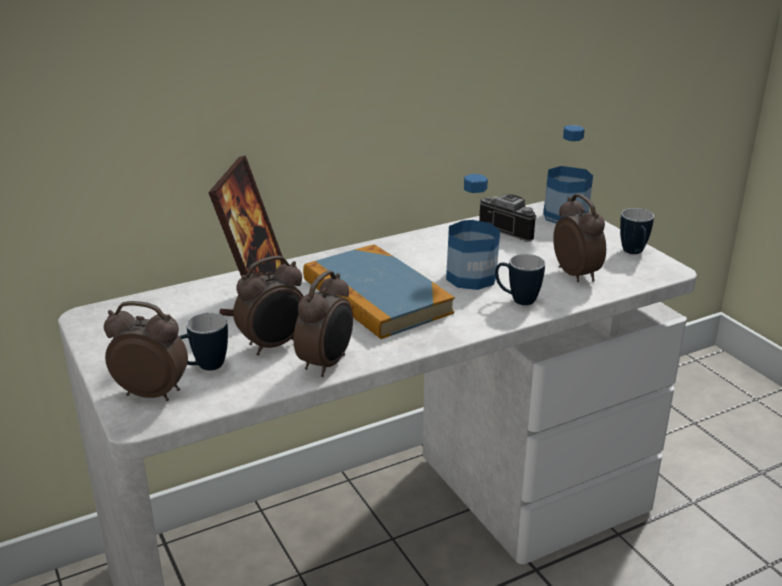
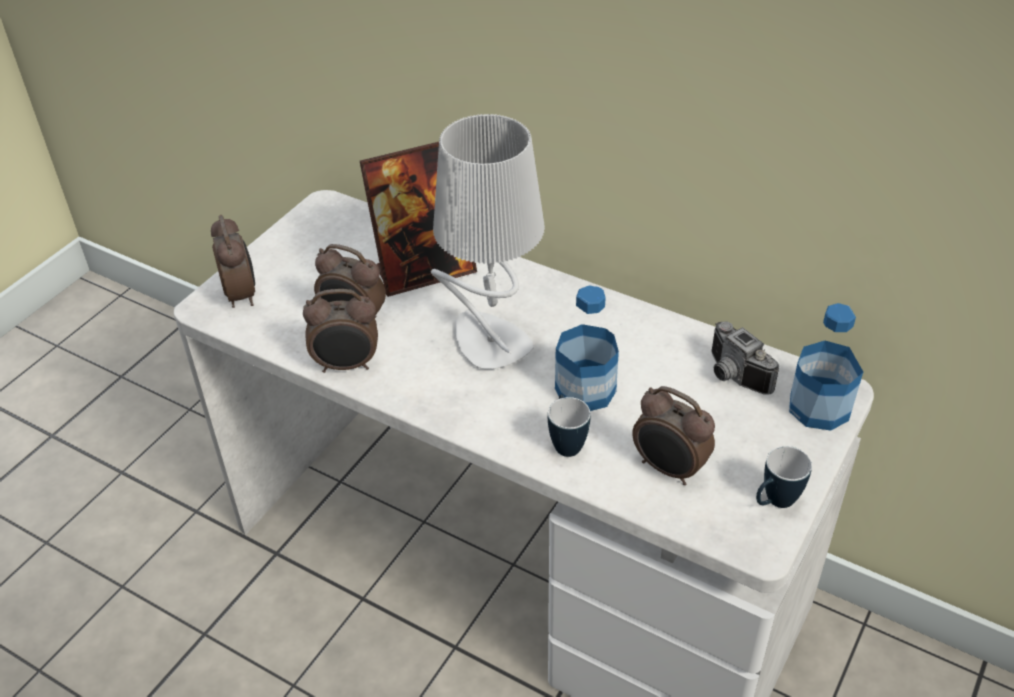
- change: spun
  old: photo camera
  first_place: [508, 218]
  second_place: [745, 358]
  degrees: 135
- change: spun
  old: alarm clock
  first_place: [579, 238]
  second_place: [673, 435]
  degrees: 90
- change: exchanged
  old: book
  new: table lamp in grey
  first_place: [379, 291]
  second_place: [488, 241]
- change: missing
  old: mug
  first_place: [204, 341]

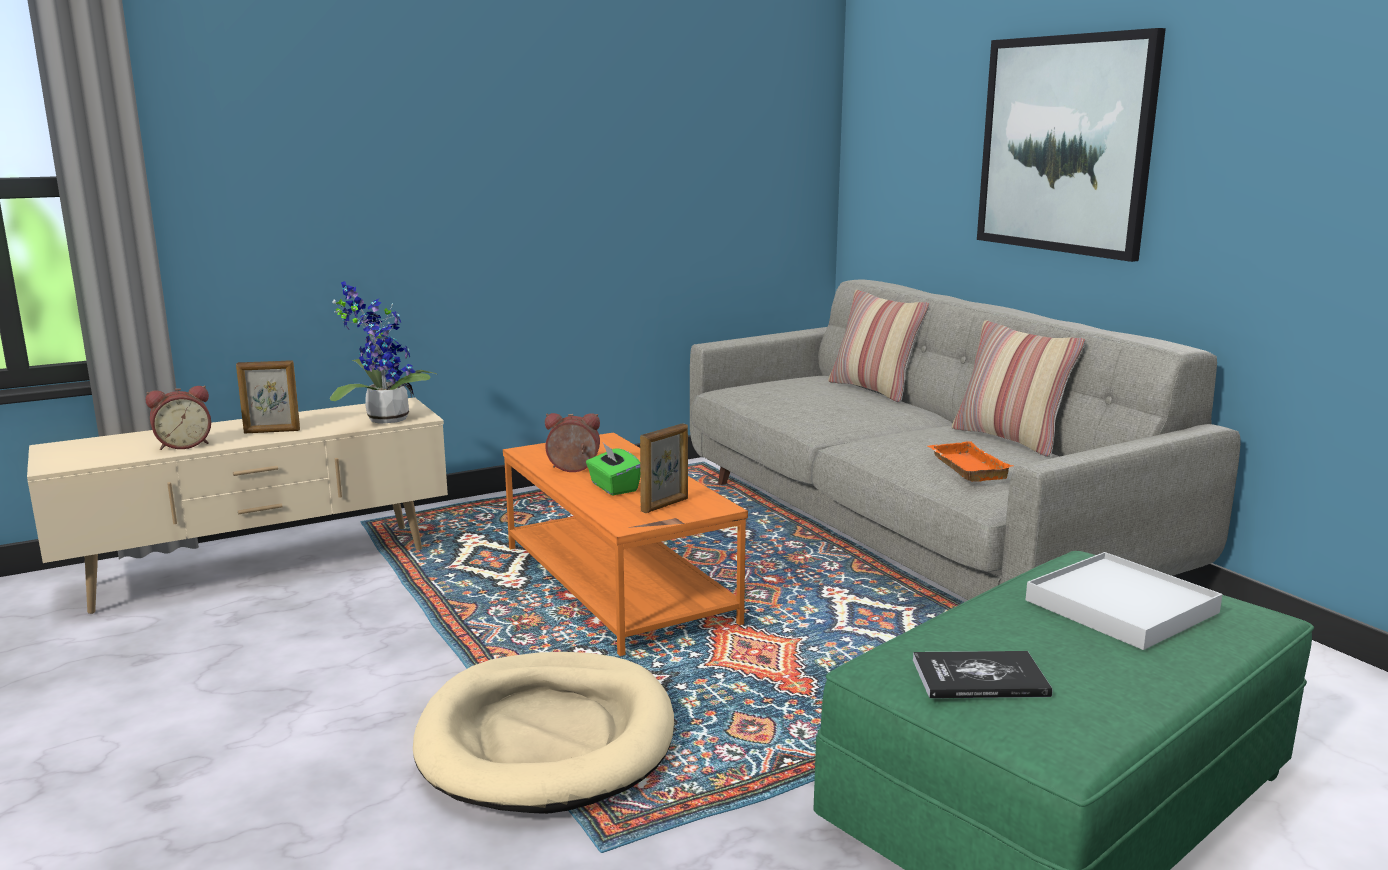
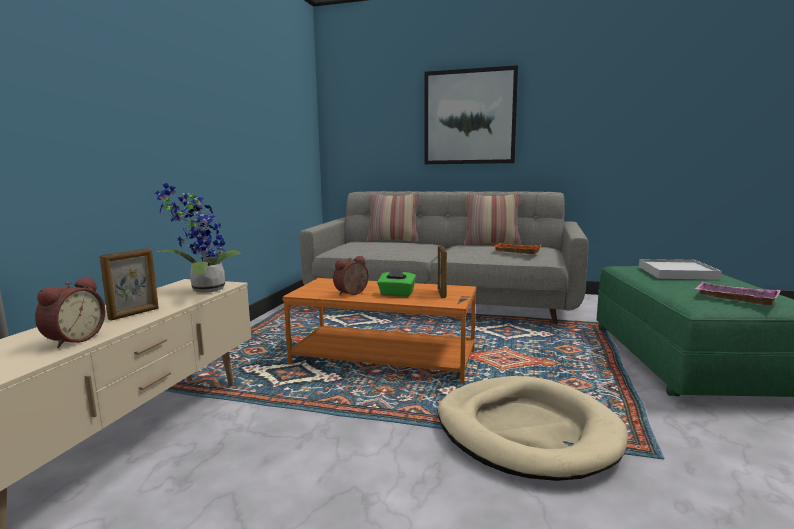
- change: exchanged
  old: book
  new: tray in pink
  first_place: [982, 674]
  second_place: [738, 294]

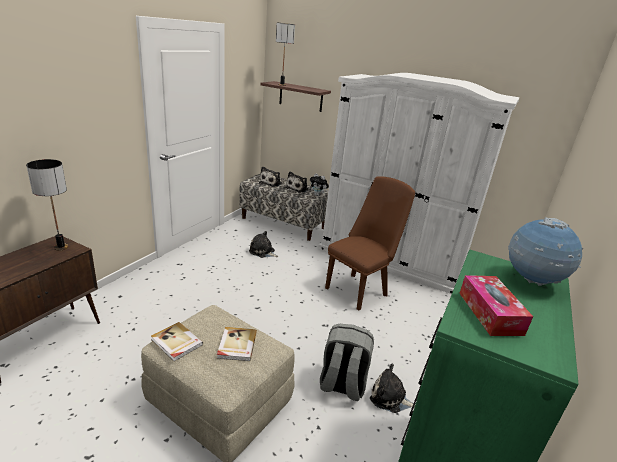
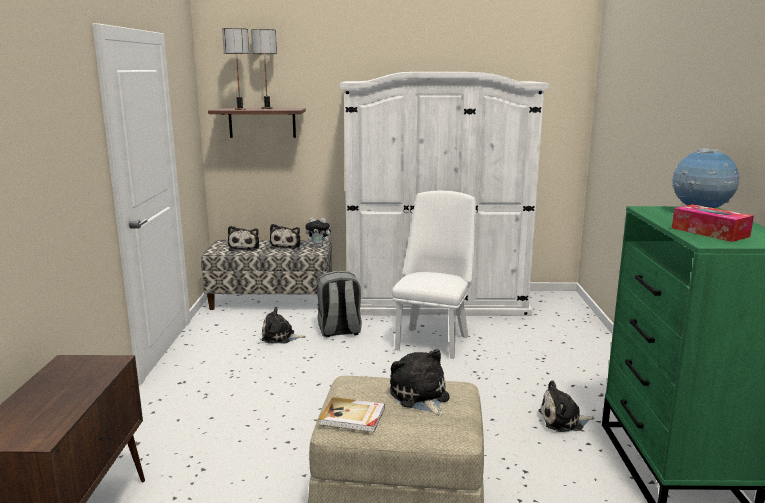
- change: relocated
  old: table lamp
  first_place: [47, 205]
  second_place: [264, 69]
- change: colour
  old: chair in brown
  new: chair in white
  first_place: [370, 243]
  second_place: [434, 275]
- change: relocated
  old: backpack in grey
  first_place: [347, 362]
  second_place: [339, 304]
- change: exchanged
  old: book
  new: plush toy
  first_place: [237, 344]
  second_place: [420, 382]

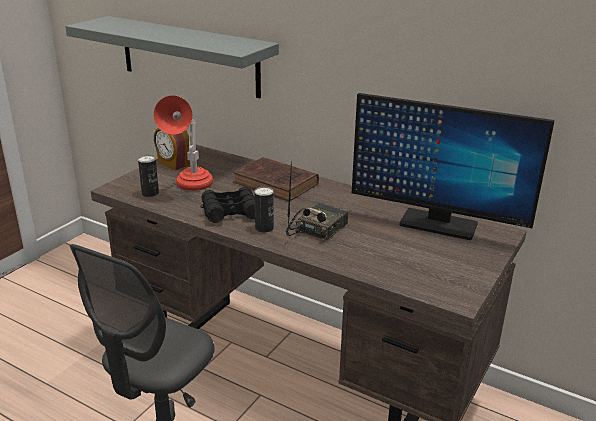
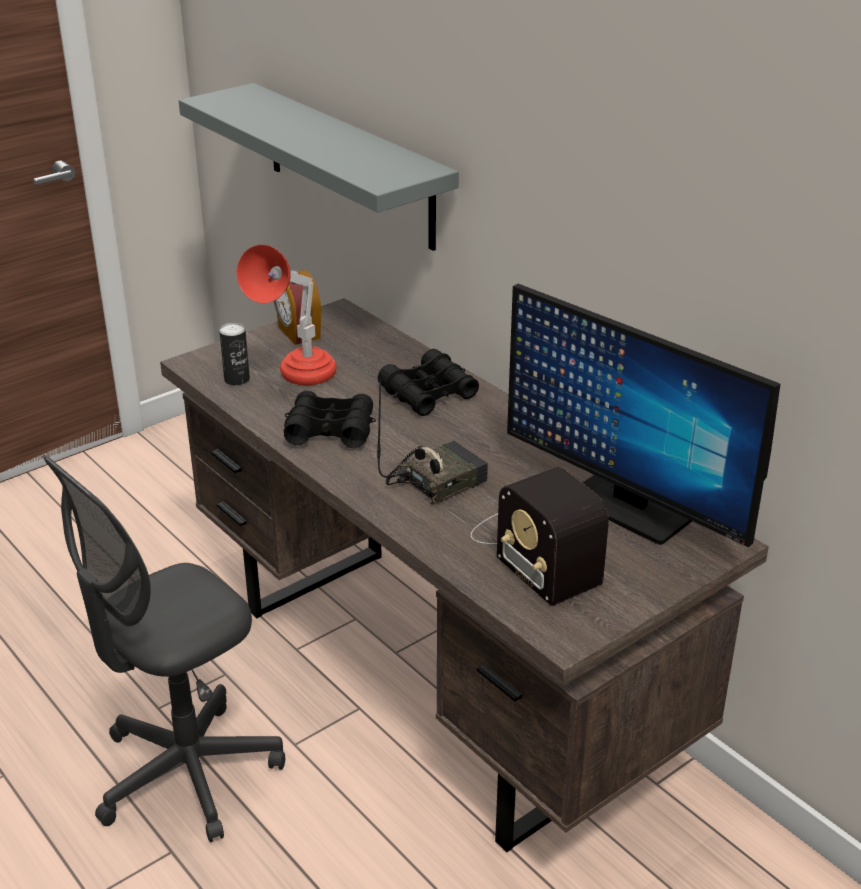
- change: exchanged
  old: book in brown
  new: binoculars in black
  first_place: [276, 179]
  second_place: [428, 382]
- change: missing
  old: can
  first_place: [264, 209]
- change: appeared
  new: radio
  second_place: [539, 536]

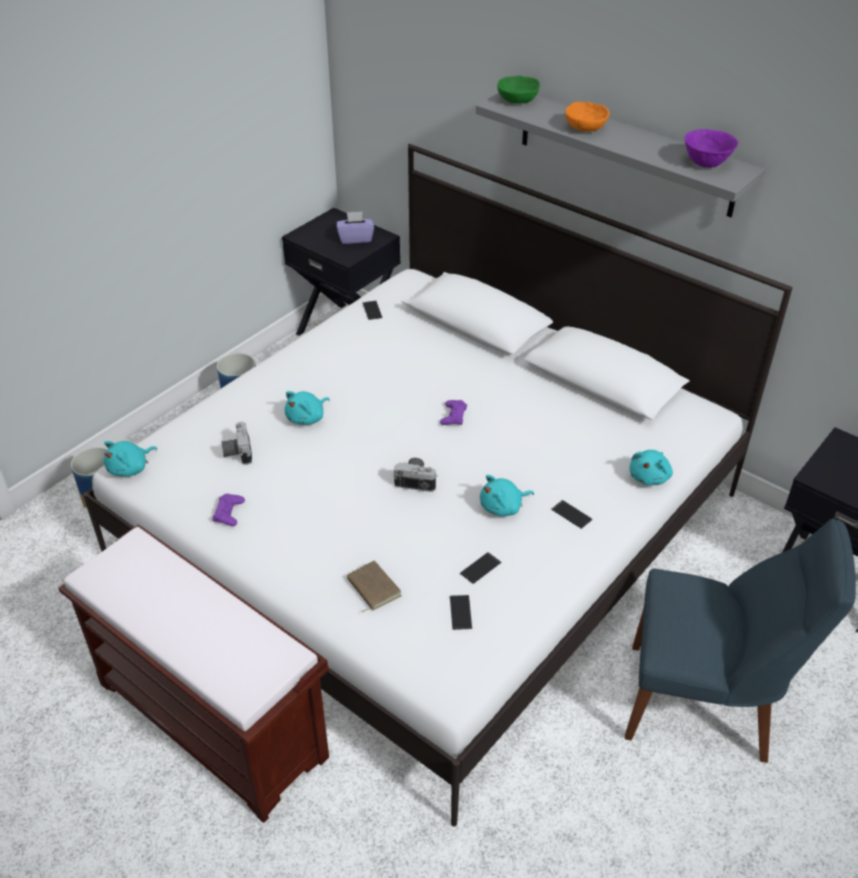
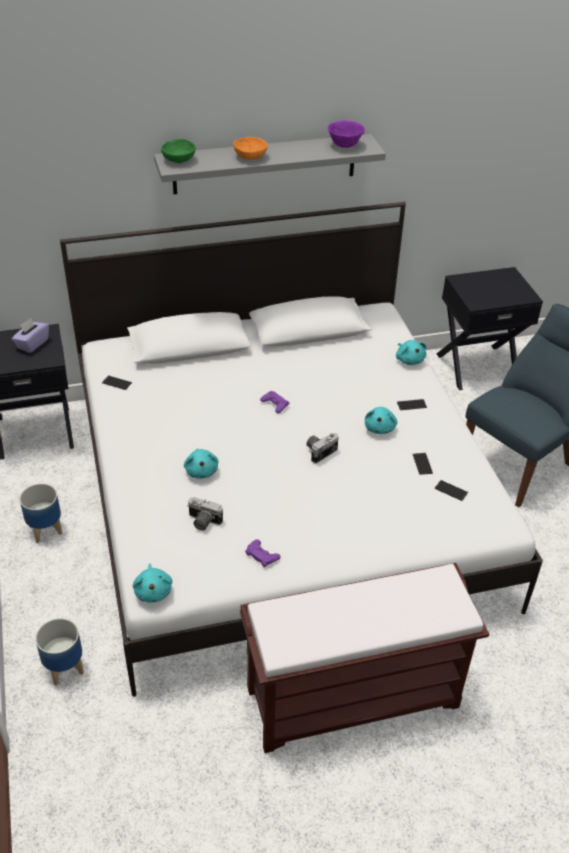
- change: missing
  old: book in brown
  first_place: [374, 587]

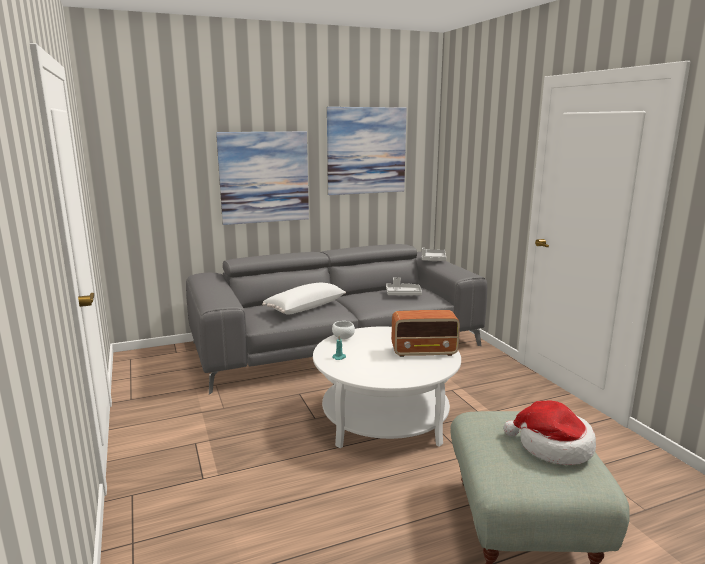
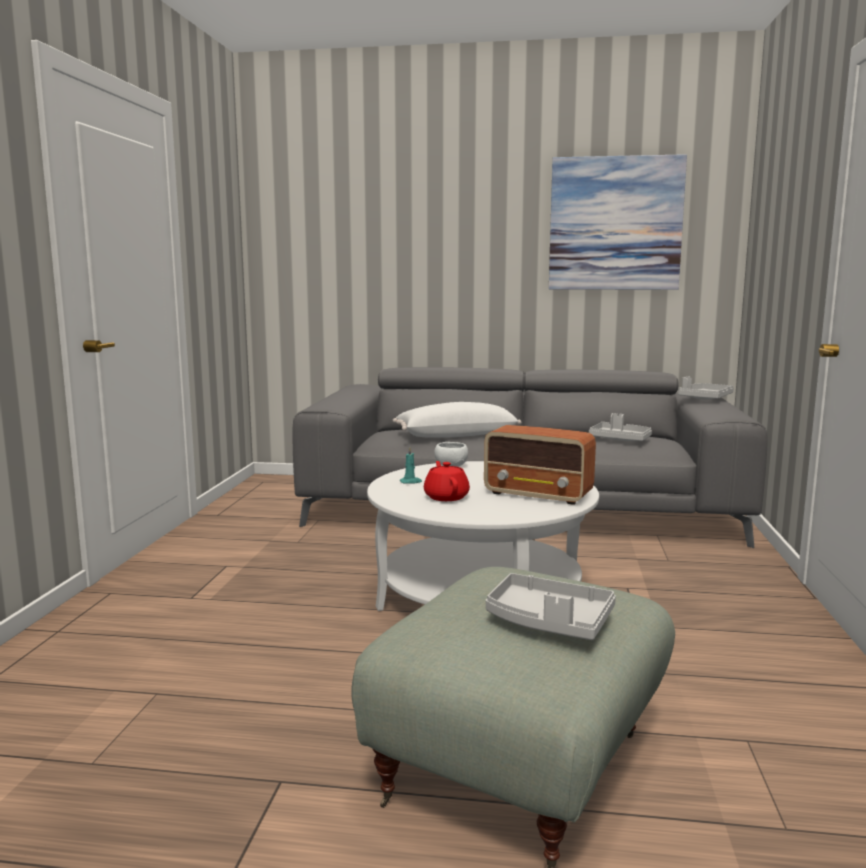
- change: missing
  old: picture
  first_place: [262, 178]
- change: exchanged
  old: hat
  new: tray in grey
  first_place: [550, 432]
  second_place: [551, 606]
- change: appeared
  new: teapot in red
  second_place: [447, 481]

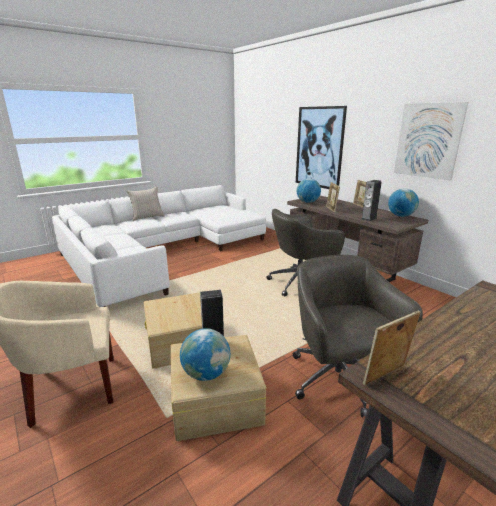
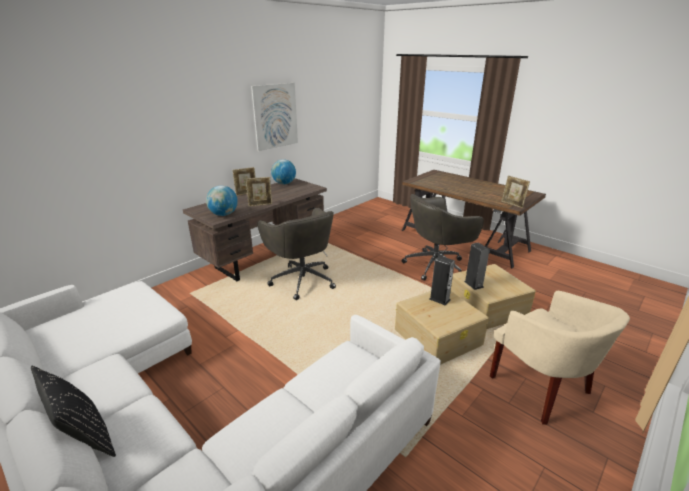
- change: missing
  old: picture
  first_place: [321, 147]
- change: relocated
  old: speaker
  first_place: [371, 200]
  second_place: [442, 281]
- change: colour
  old: pillow in beige
  new: pillow in black
  first_place: [145, 204]
  second_place: [73, 411]
- change: missing
  old: globe
  first_place: [205, 354]

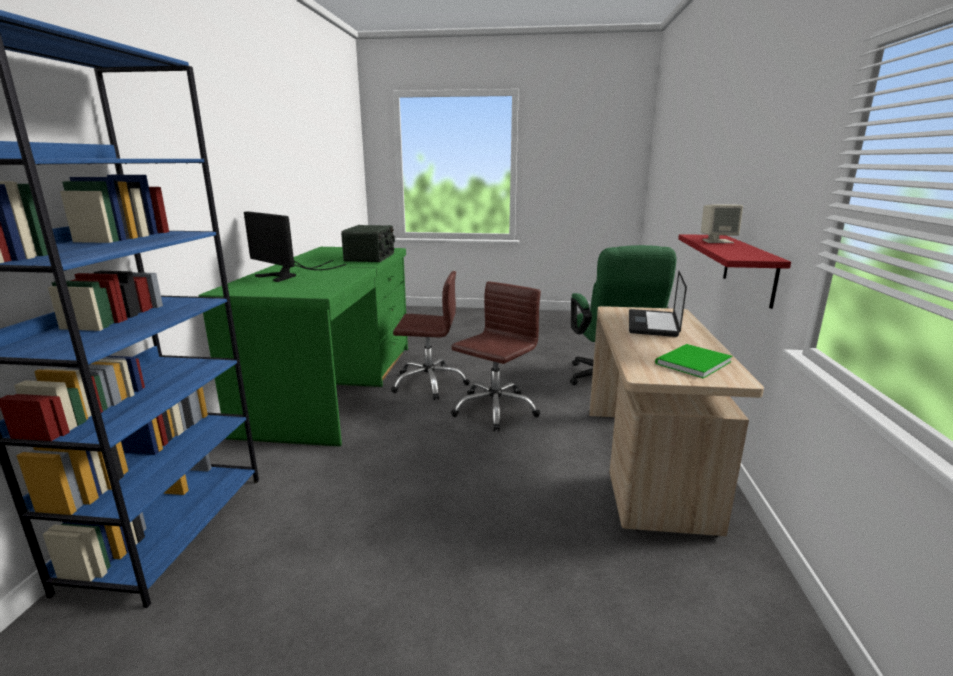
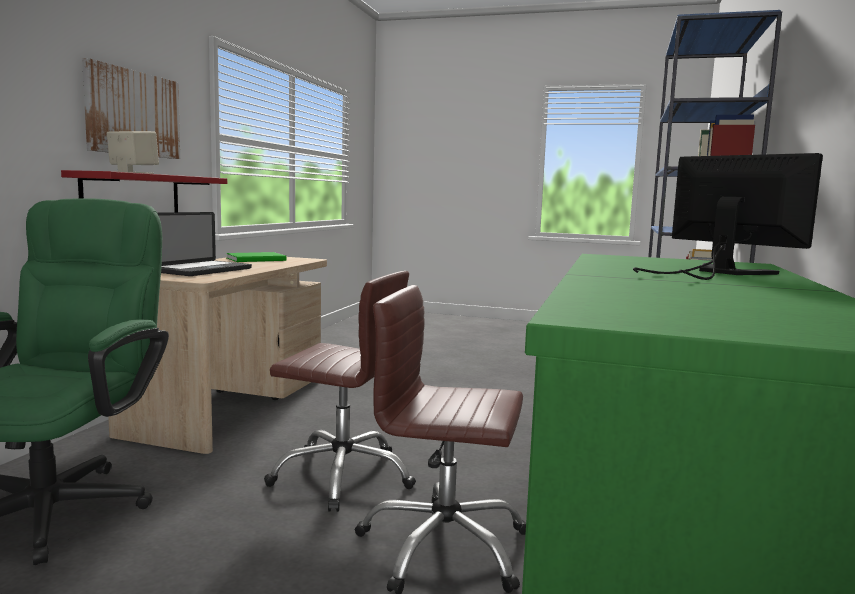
- change: missing
  old: radio
  first_place: [368, 243]
- change: spun
  old: office chair in brown
  first_place: [496, 356]
  second_place: [340, 391]
  degrees: -120
- change: appeared
  new: picture
  second_place: [131, 108]

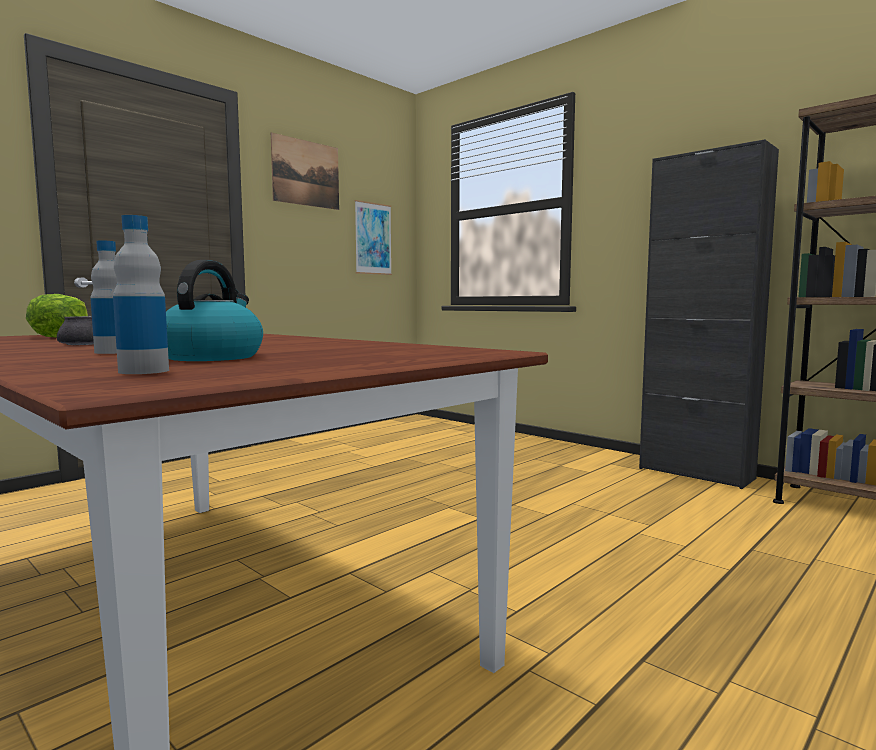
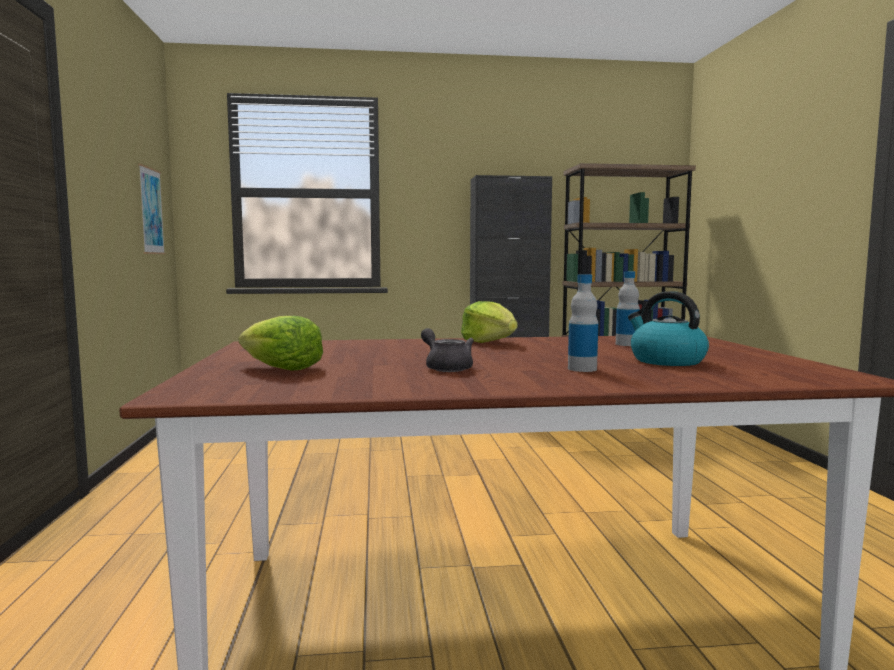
- change: missing
  old: picture
  first_place: [305, 171]
- change: relocated
  old: bottle
  first_place: [141, 294]
  second_place: [628, 308]
- change: appeared
  new: lettuce
  second_place: [489, 322]

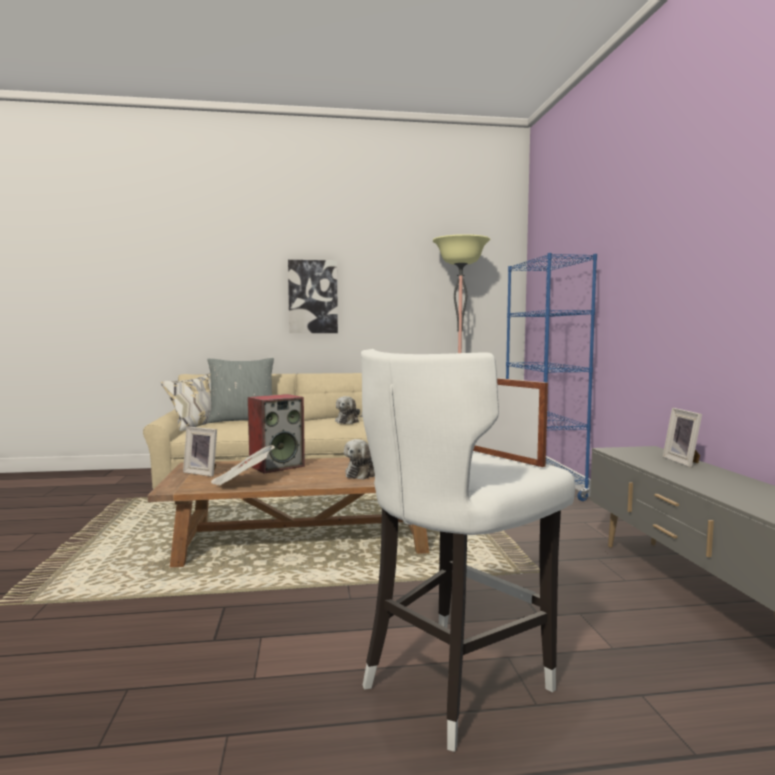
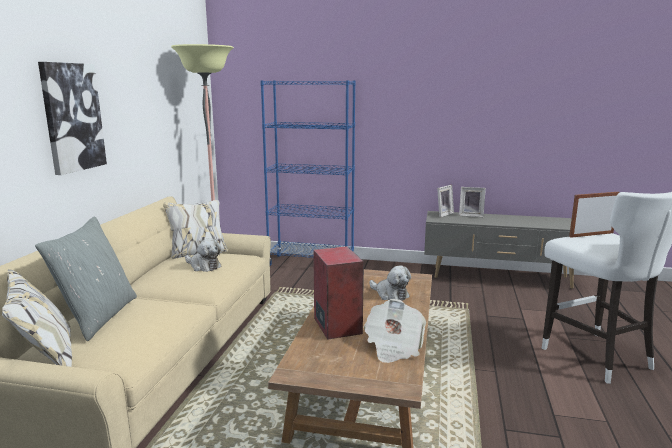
- change: relocated
  old: picture frame
  first_place: [200, 452]
  second_place: [445, 201]

